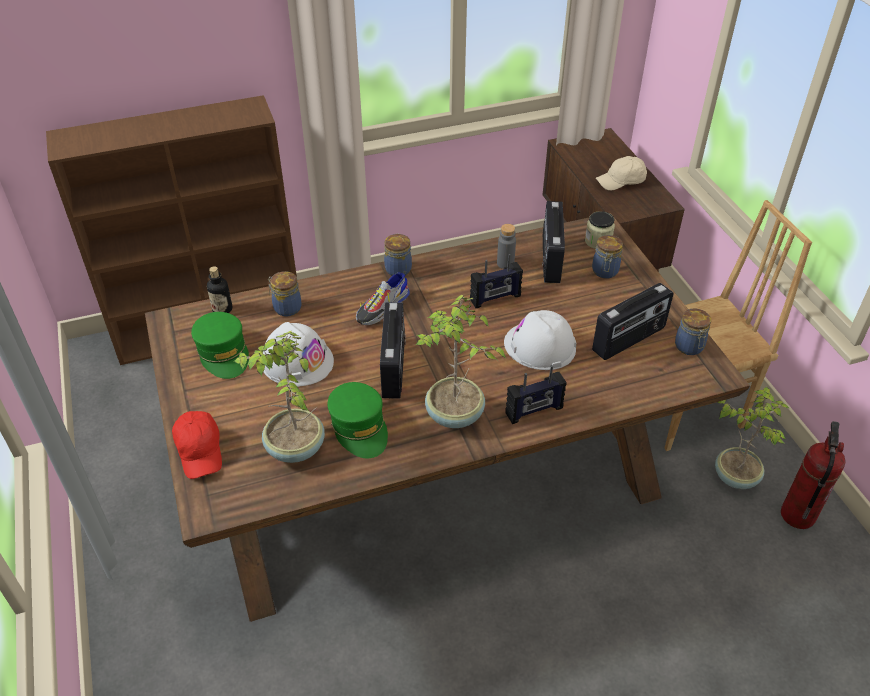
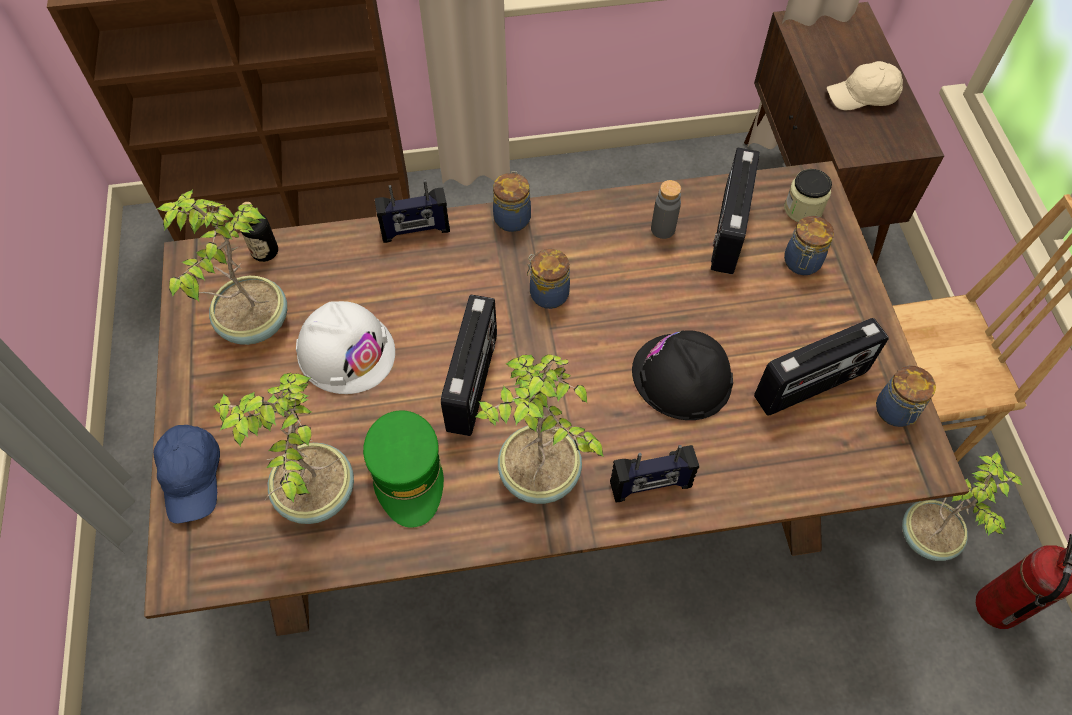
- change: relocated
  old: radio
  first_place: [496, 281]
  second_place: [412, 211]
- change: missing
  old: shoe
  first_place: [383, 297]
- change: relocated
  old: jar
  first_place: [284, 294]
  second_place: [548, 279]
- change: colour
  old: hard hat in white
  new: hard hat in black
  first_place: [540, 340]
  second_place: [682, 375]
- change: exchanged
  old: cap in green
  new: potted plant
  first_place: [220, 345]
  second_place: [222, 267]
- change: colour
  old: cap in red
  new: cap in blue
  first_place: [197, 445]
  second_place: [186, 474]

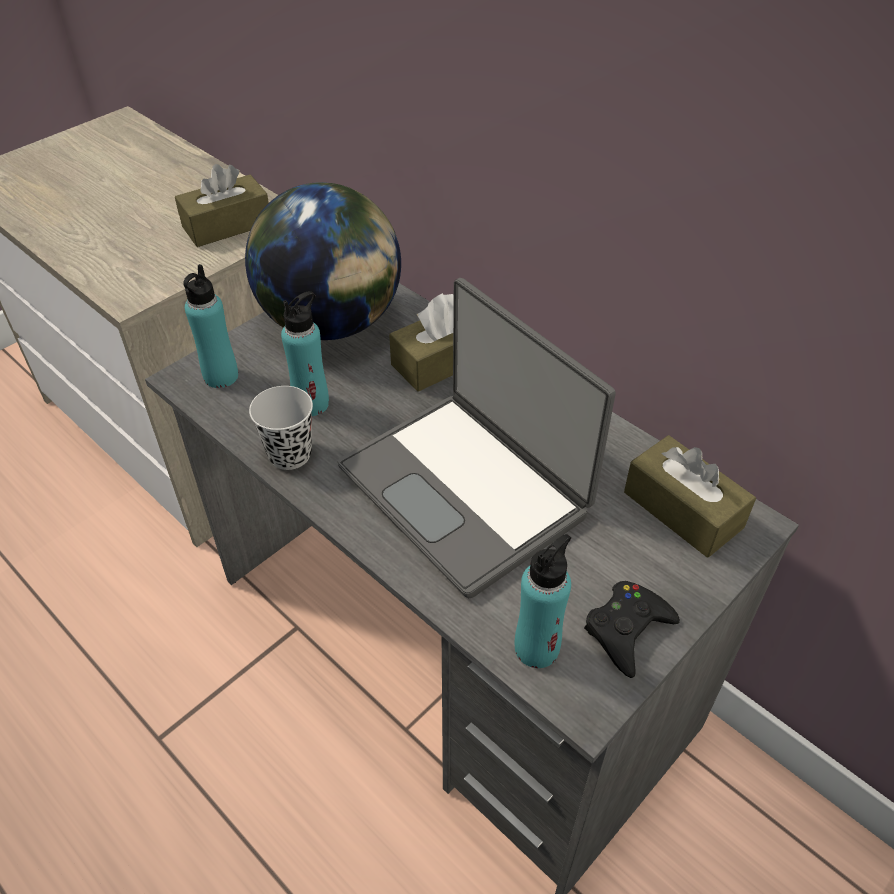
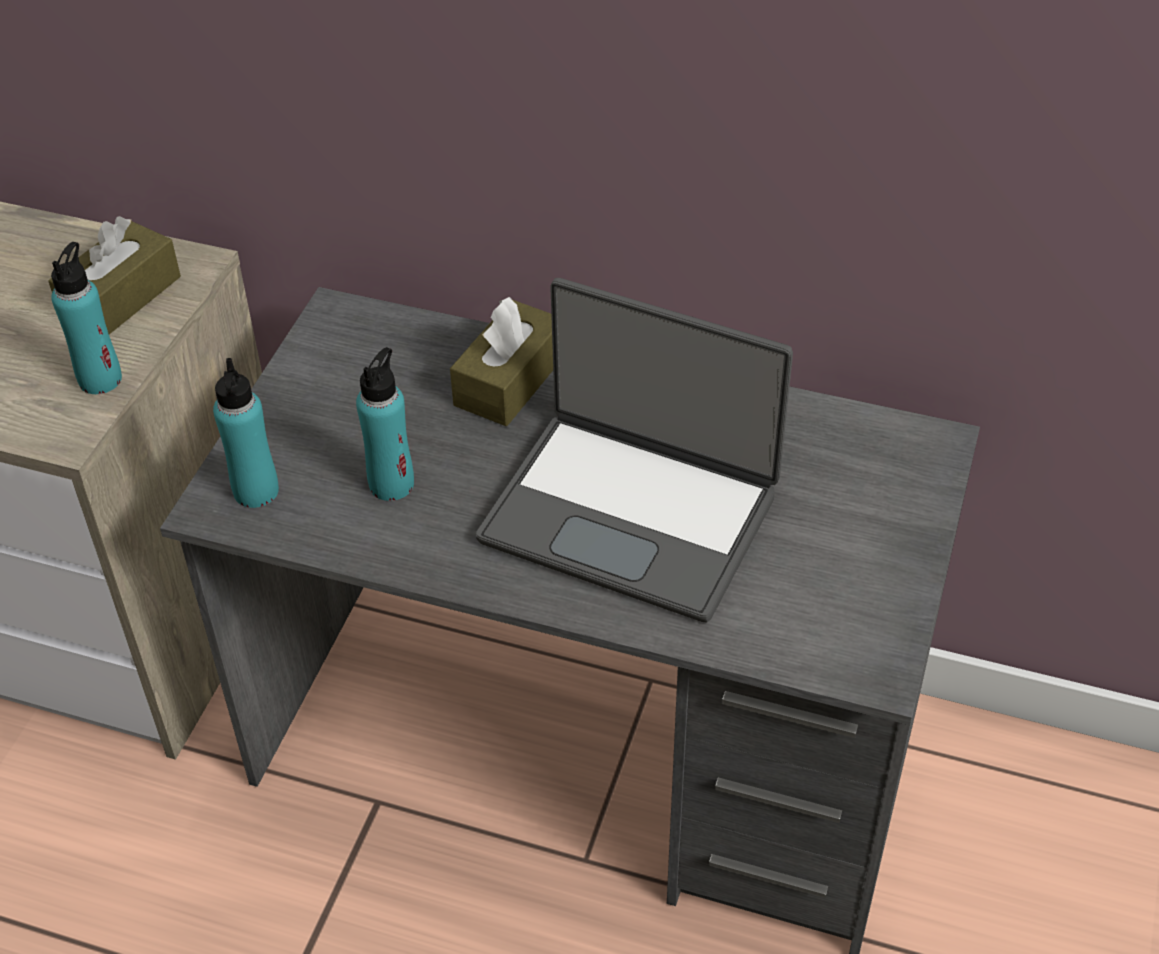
- change: missing
  old: globe
  first_place: [323, 261]
- change: missing
  old: cup in black
  first_place: [281, 428]
- change: missing
  old: tissue box in brown
  first_place: [690, 496]
- change: relocated
  old: bottle in turquoise
  first_place: [543, 601]
  second_place: [86, 318]
- change: missing
  old: game controller in black
  first_place: [632, 629]

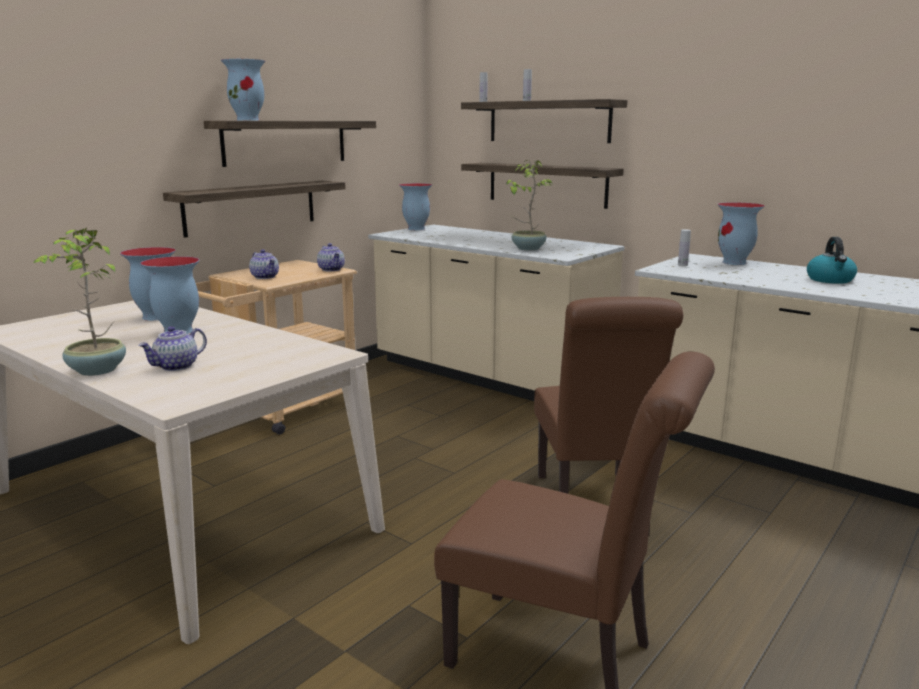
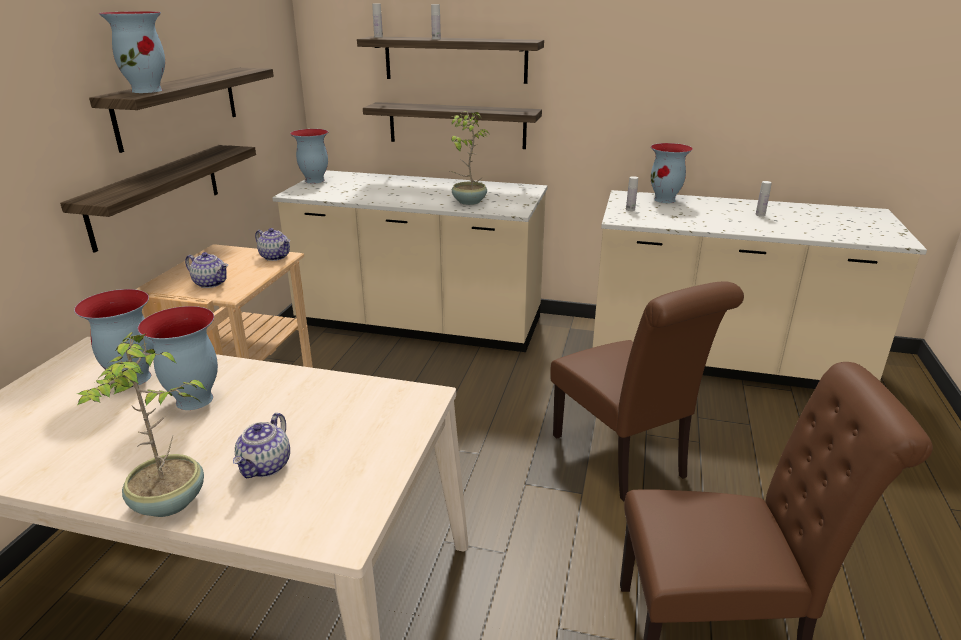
- change: exchanged
  old: kettle
  new: bottle in white
  first_place: [832, 260]
  second_place: [764, 199]

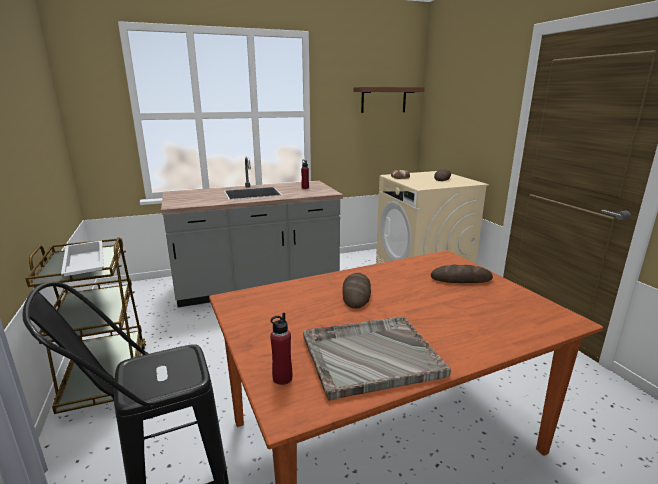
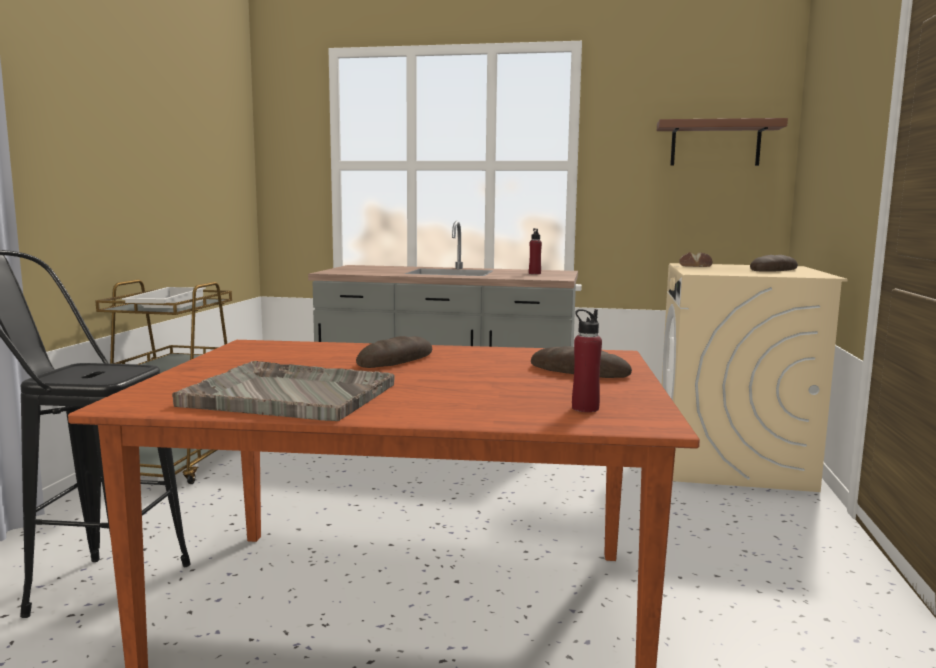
- change: relocated
  old: bottle in red
  first_place: [281, 349]
  second_place: [587, 360]

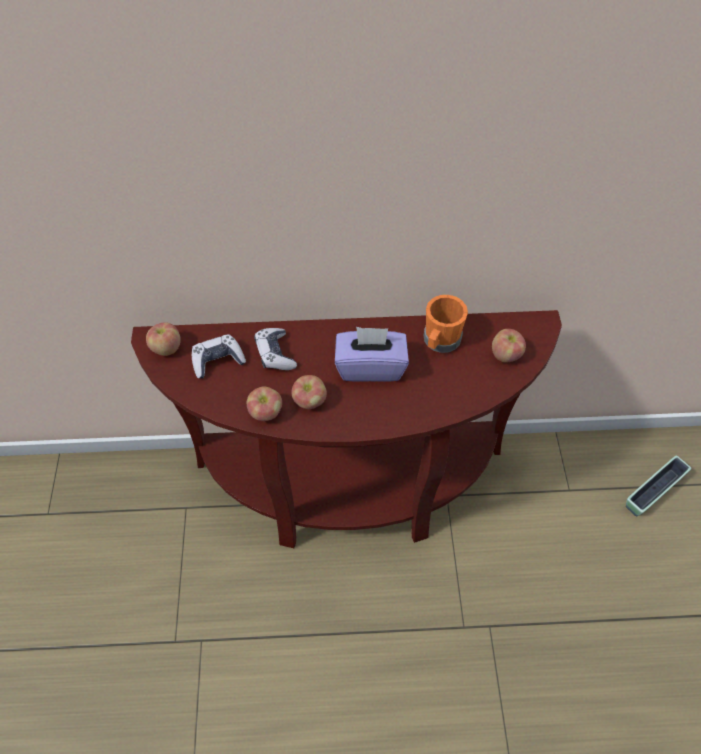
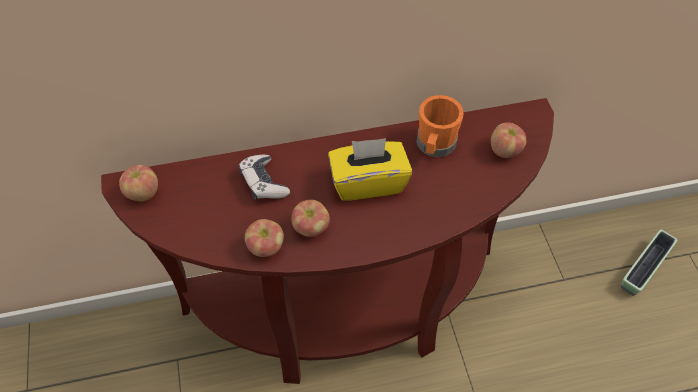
- change: colour
  old: tissue box in purple
  new: tissue box in yellow
  first_place: [372, 354]
  second_place: [370, 169]
- change: missing
  old: game controller
  first_place: [219, 356]

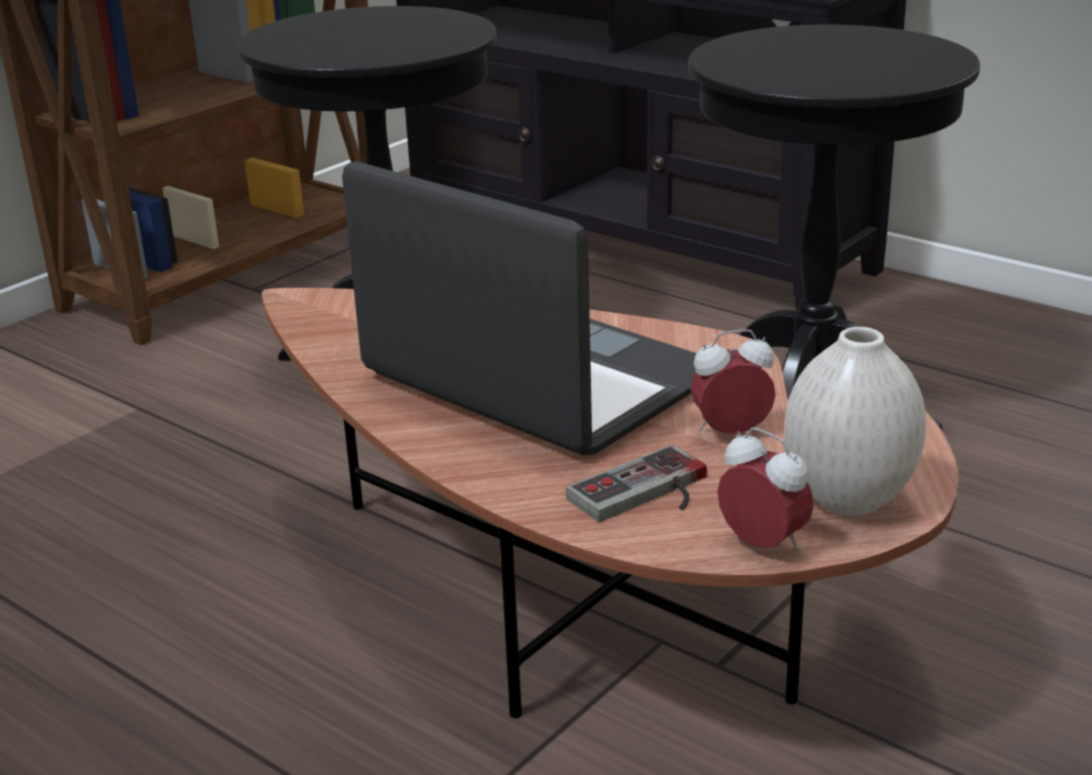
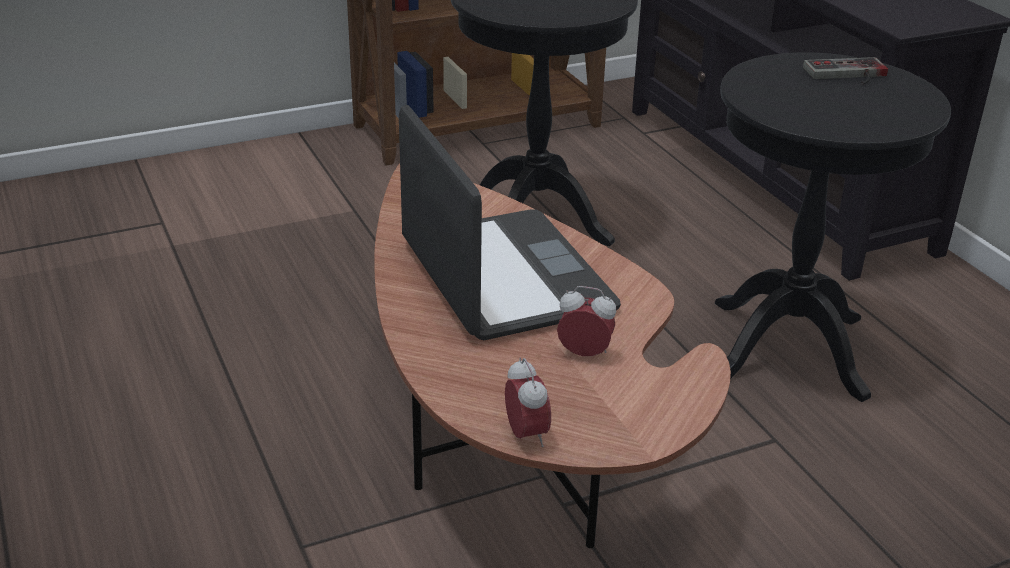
- change: missing
  old: vase in white
  first_place: [855, 421]
- change: relocated
  old: game controller
  first_place: [636, 483]
  second_place: [845, 71]

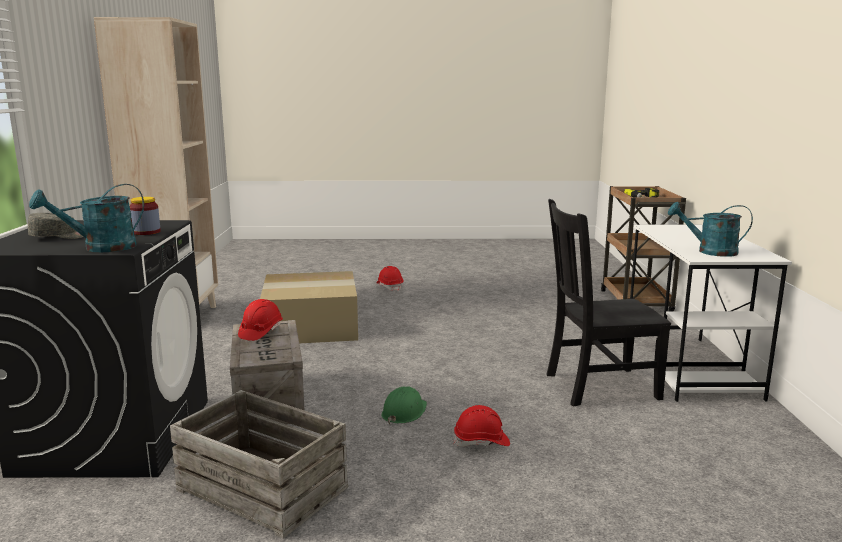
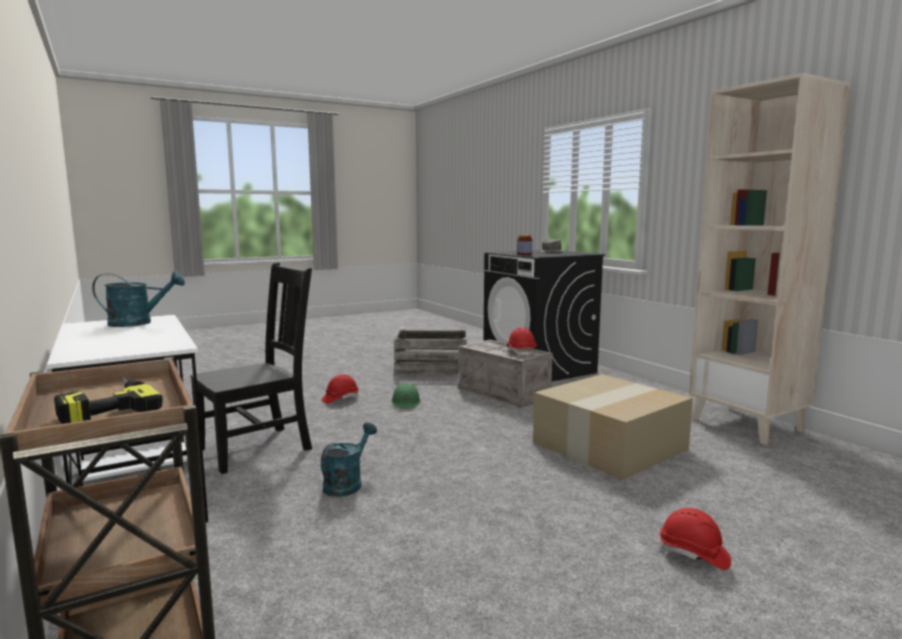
- change: relocated
  old: watering can in turquoise
  first_place: [86, 218]
  second_place: [349, 459]

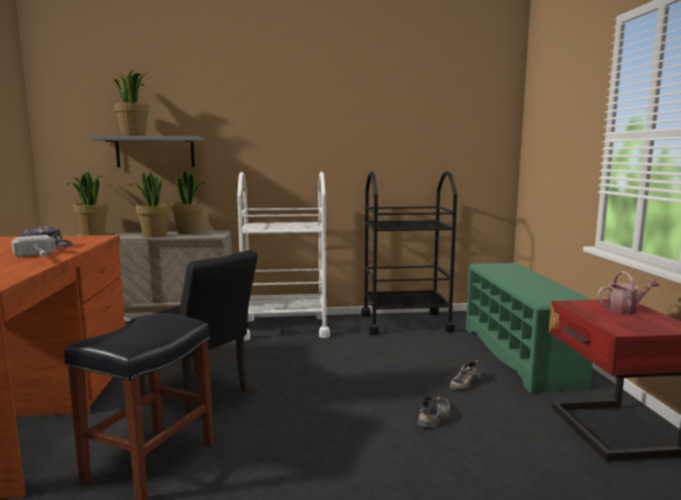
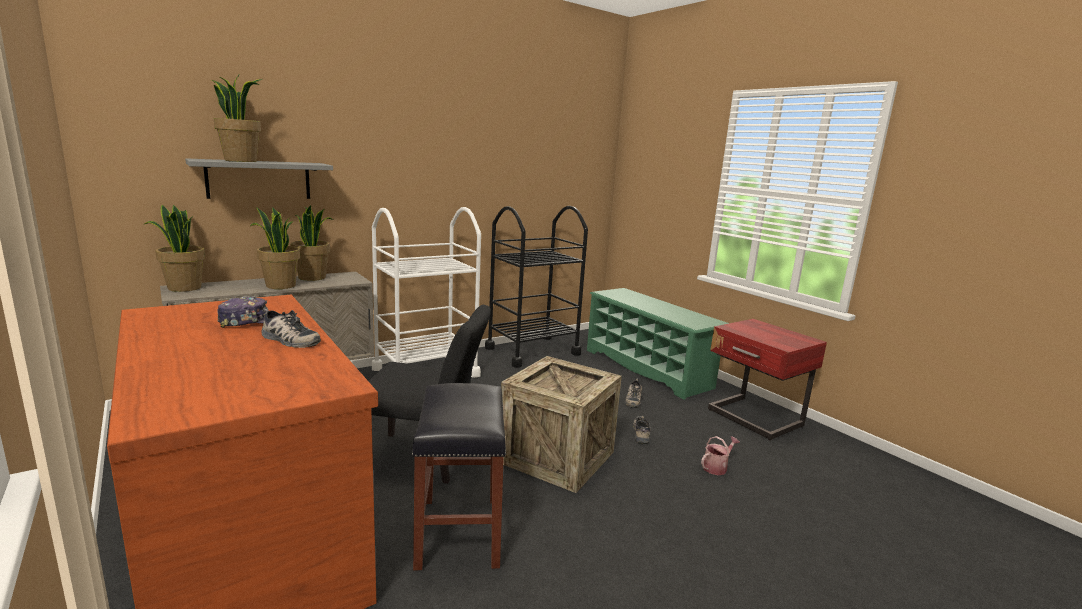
- change: exchanged
  old: hammer
  new: shoe
  first_place: [34, 246]
  second_place: [291, 328]
- change: relocated
  old: watering can
  first_place: [628, 292]
  second_place: [720, 455]
- change: appeared
  new: crate
  second_place: [561, 424]

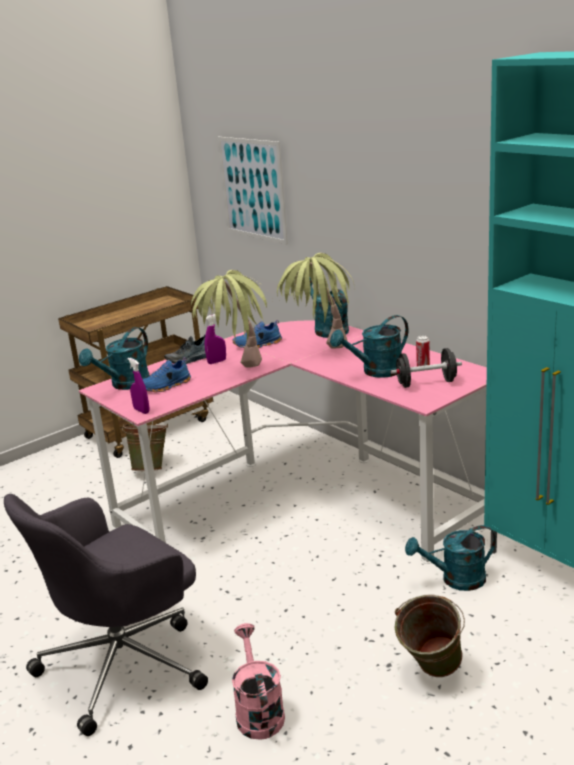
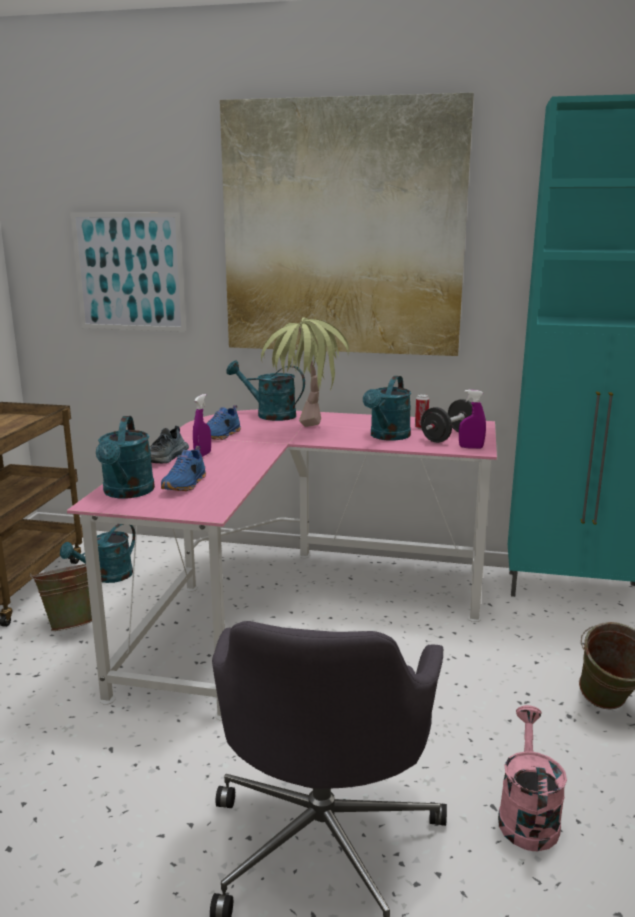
- change: missing
  old: potted plant
  first_place: [229, 319]
- change: relocated
  old: spray bottle in purple
  first_place: [138, 386]
  second_place: [472, 419]
- change: relocated
  old: watering can in turquoise
  first_place: [450, 558]
  second_place: [97, 553]
- change: spun
  old: watering can in pink
  first_place: [258, 681]
  second_place: [532, 778]
  degrees: 60
- change: appeared
  new: picture
  second_place: [347, 224]

